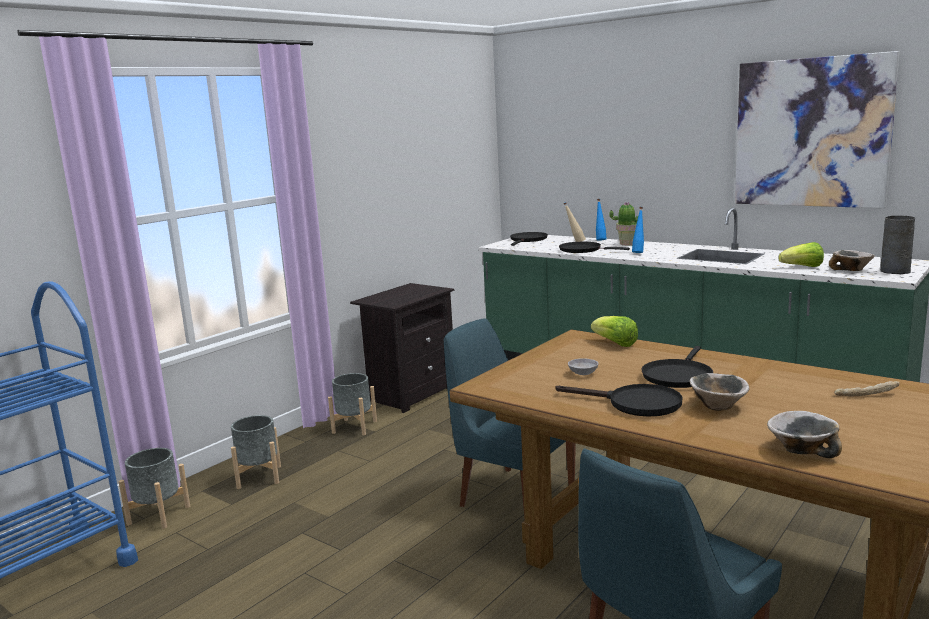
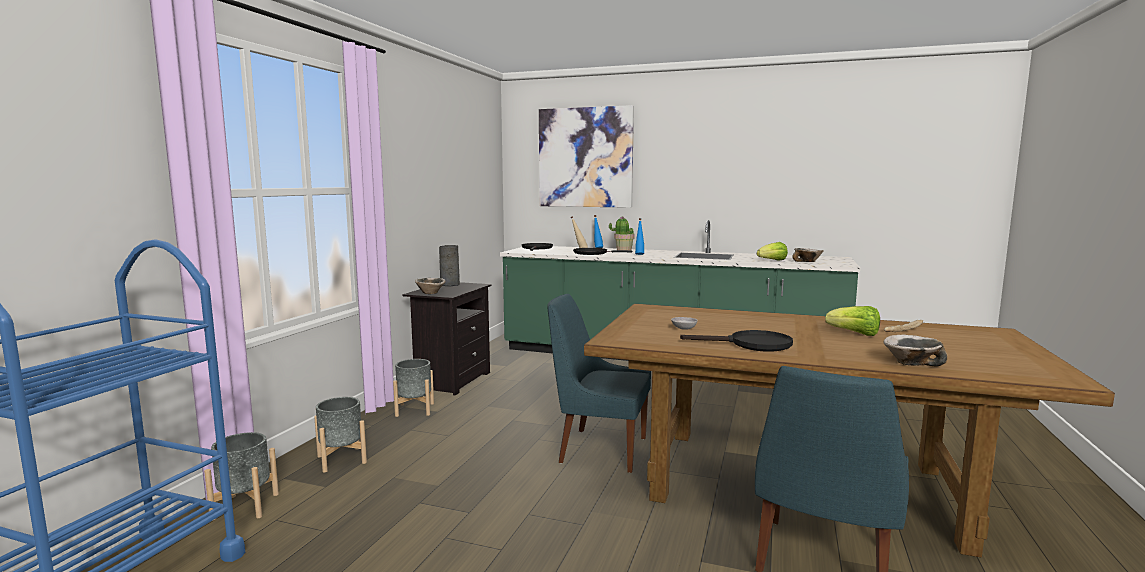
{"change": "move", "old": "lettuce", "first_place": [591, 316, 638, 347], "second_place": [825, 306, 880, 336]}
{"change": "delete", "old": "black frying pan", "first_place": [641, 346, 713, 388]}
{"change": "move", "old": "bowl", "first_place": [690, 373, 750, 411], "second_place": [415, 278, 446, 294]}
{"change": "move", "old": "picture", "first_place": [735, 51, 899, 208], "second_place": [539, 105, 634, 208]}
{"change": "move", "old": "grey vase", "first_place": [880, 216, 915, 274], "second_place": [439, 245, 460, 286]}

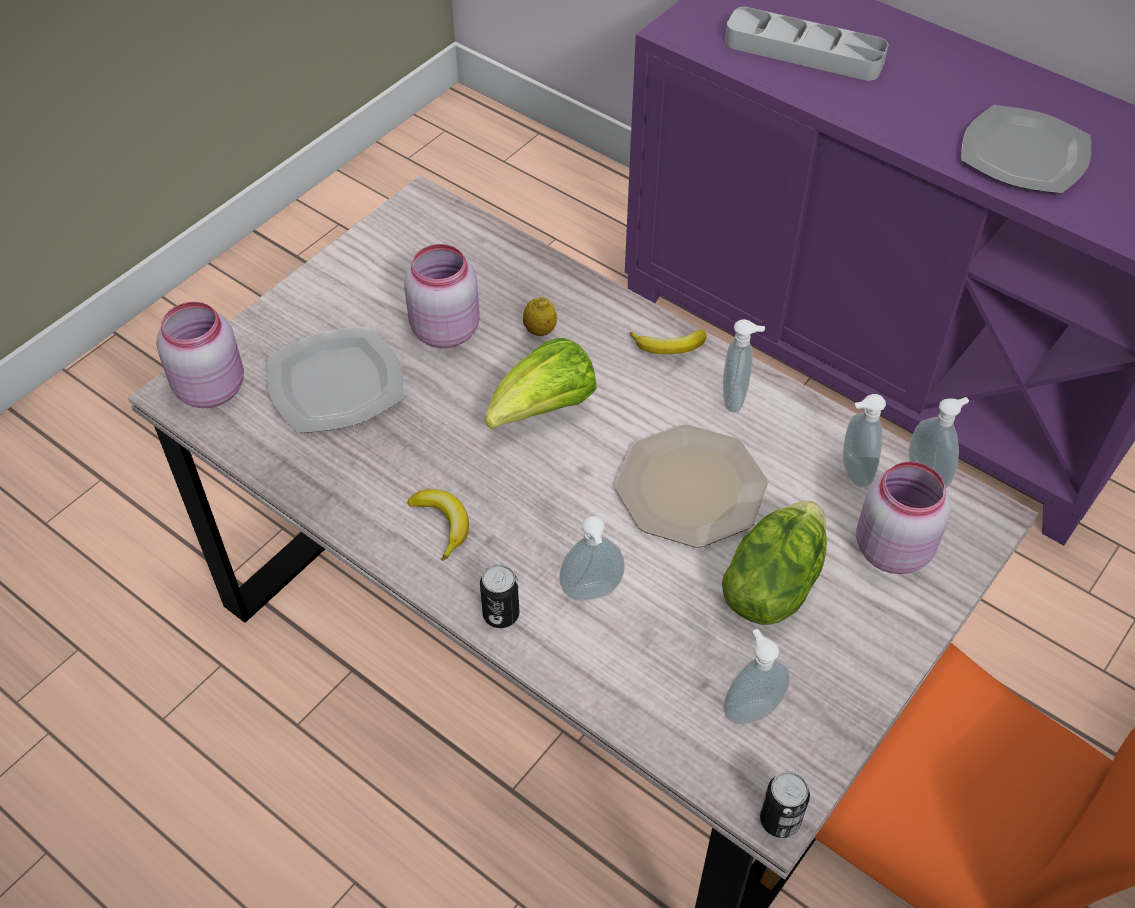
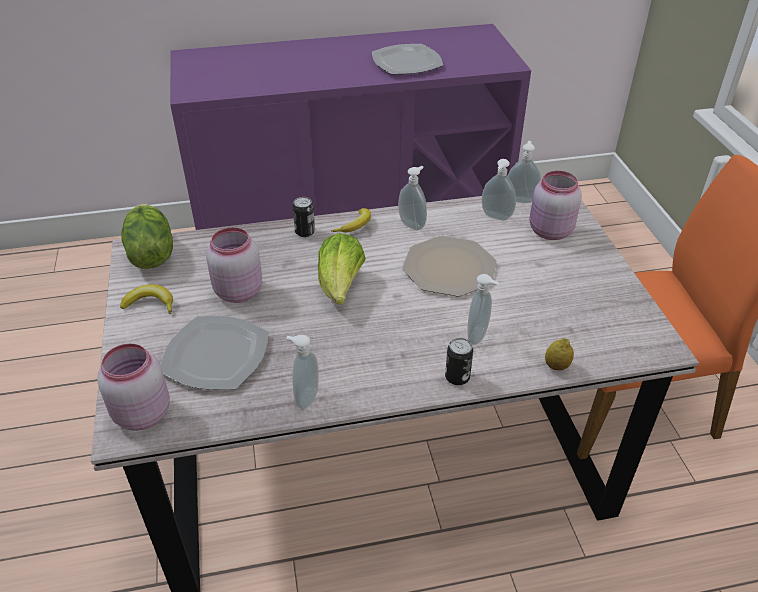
{"change": "move", "old": "banana", "first_place": [407, 489, 469, 561], "second_place": [120, 284, 173, 314]}
{"change": "move", "old": "lemon", "first_place": [523, 297, 557, 336], "second_place": [545, 338, 574, 370]}
{"change": "move", "old": "lettuce", "first_place": [722, 501, 827, 625], "second_place": [121, 204, 173, 269]}
{"change": "move", "old": "soap dispenser", "first_place": [723, 629, 790, 724], "second_place": [286, 335, 319, 409]}
{"change": "delete", "old": "grey tray", "first_place": [725, 7, 888, 81]}
{"change": "move", "old": "can", "first_place": [760, 772, 810, 838], "second_place": [293, 197, 315, 237]}

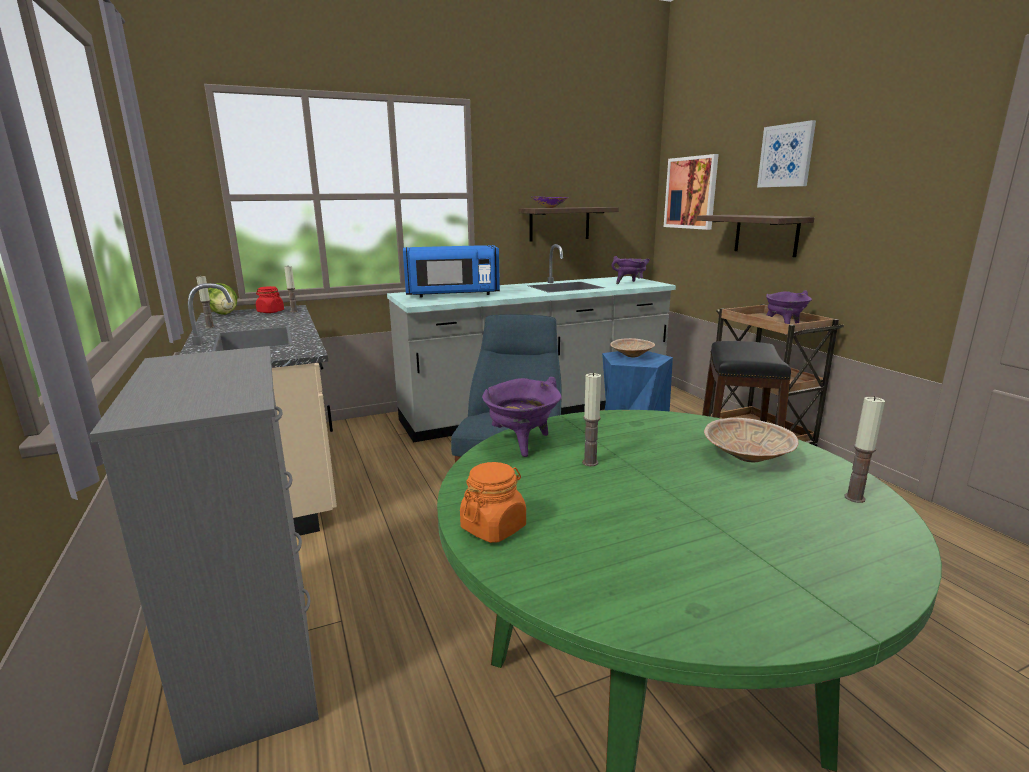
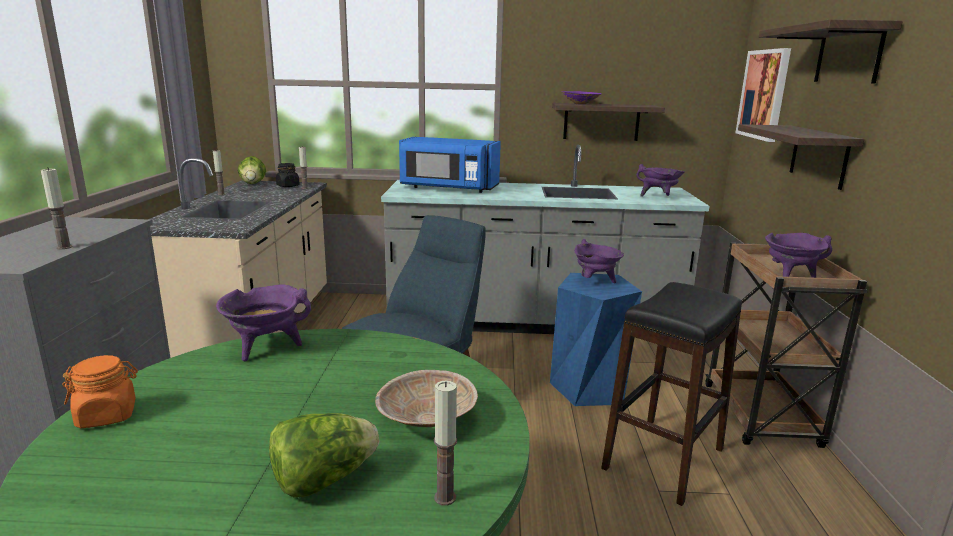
{"change": "recolor", "old": "red jar", "new": "black jar", "first_place": [256, 286, 284, 313], "second_place": [276, 163, 300, 187]}
{"change": "move", "old": "candle", "first_place": [582, 372, 601, 466], "second_place": [41, 167, 73, 249]}
{"change": "replace", "old": "beige bowl", "new": "purple cooking pot", "first_place": [610, 338, 655, 357], "second_place": [575, 239, 624, 283]}
{"change": "replace", "old": "picture", "new": "shelf", "first_place": [757, 120, 816, 187], "second_place": [759, 19, 903, 84]}
{"change": "insert", "new": "lettuce", "second_place": [269, 413, 379, 498]}

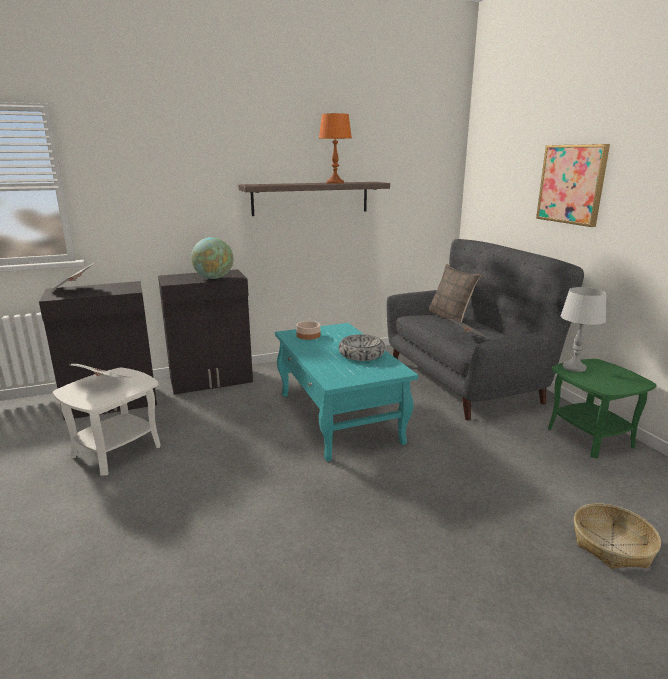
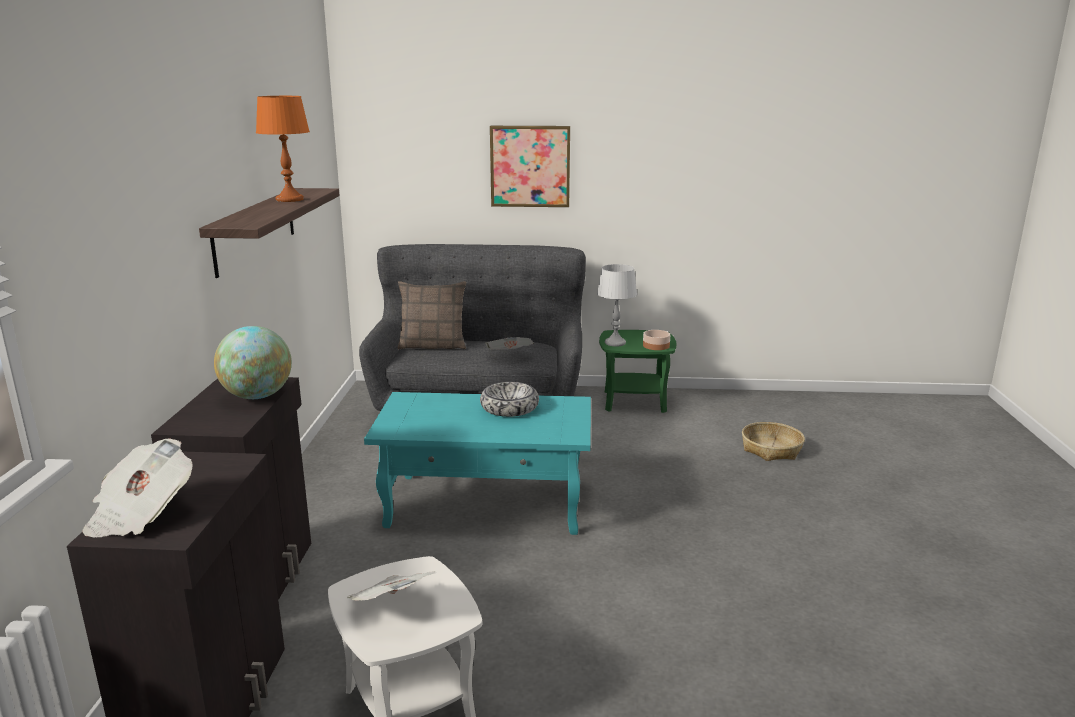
{"change": "move", "old": "bowl", "first_place": [296, 321, 320, 340], "second_place": [643, 330, 670, 350]}

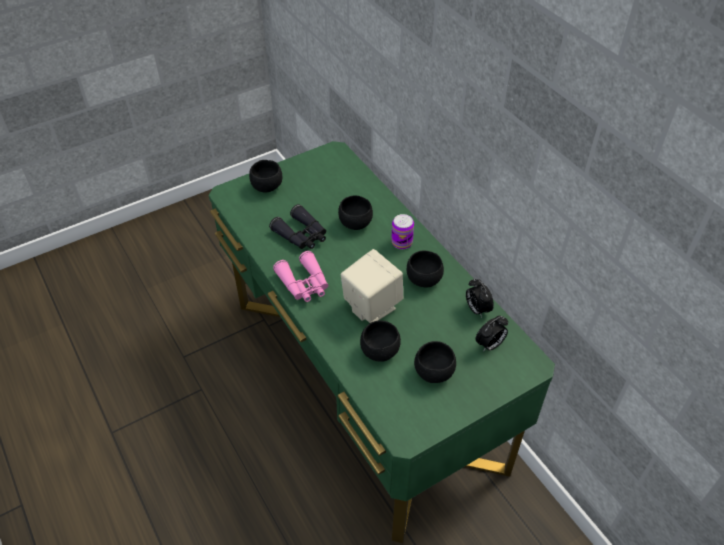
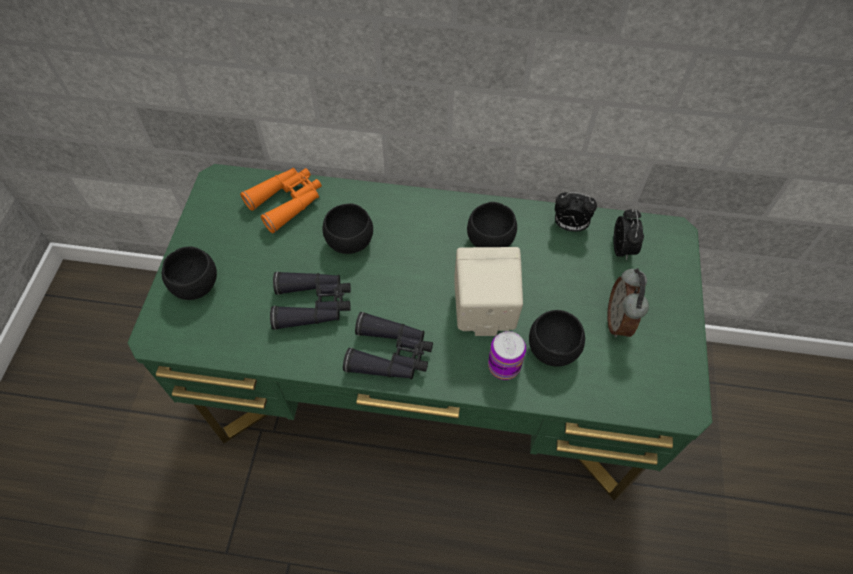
{"change": "recolor", "old": "pink binoculars", "new": "black binoculars", "first_place": [273, 251, 328, 302], "second_place": [343, 312, 433, 379]}
{"change": "move", "old": "can", "first_place": [391, 214, 414, 249], "second_place": [488, 331, 526, 380]}
{"change": "replace", "old": "black bowl", "new": "alarm clock", "first_place": [414, 341, 456, 383], "second_place": [607, 268, 649, 337]}
{"change": "insert", "new": "orange binoculars", "second_place": [240, 168, 322, 233]}

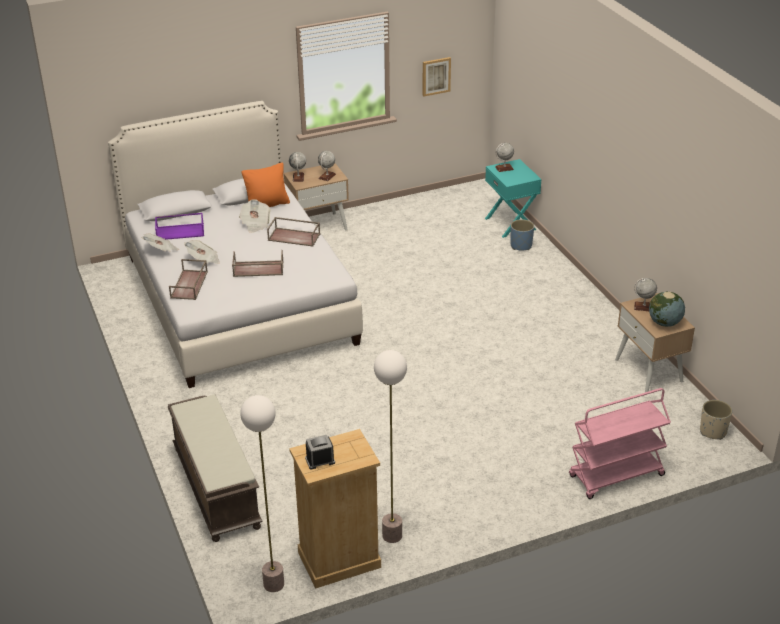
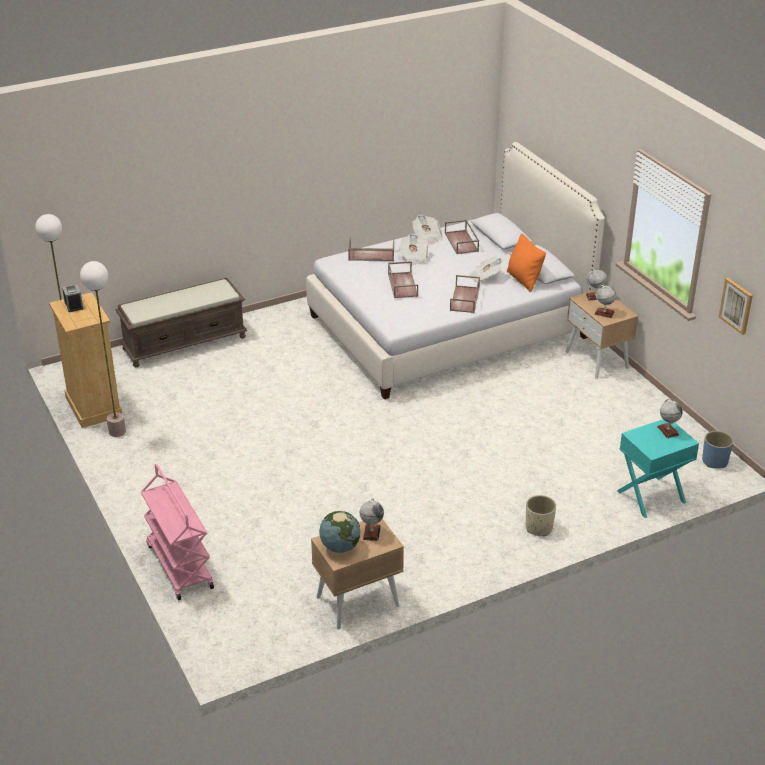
{"change": "recolor", "old": "purple tray", "new": "brown tray", "first_place": [155, 213, 204, 240], "second_place": [445, 220, 479, 254]}
{"change": "move", "old": "blue planter", "first_place": [511, 219, 534, 251], "second_place": [702, 431, 734, 469]}
{"change": "move", "old": "beige planter", "first_place": [700, 400, 732, 440], "second_place": [526, 495, 556, 536]}

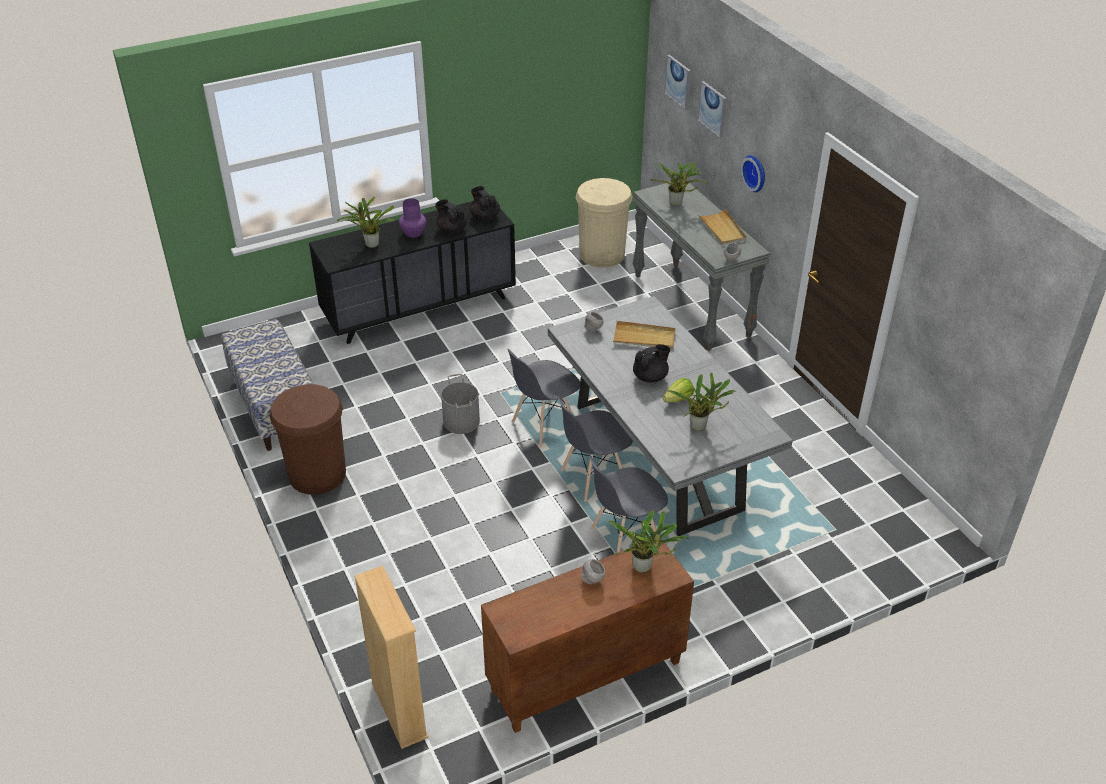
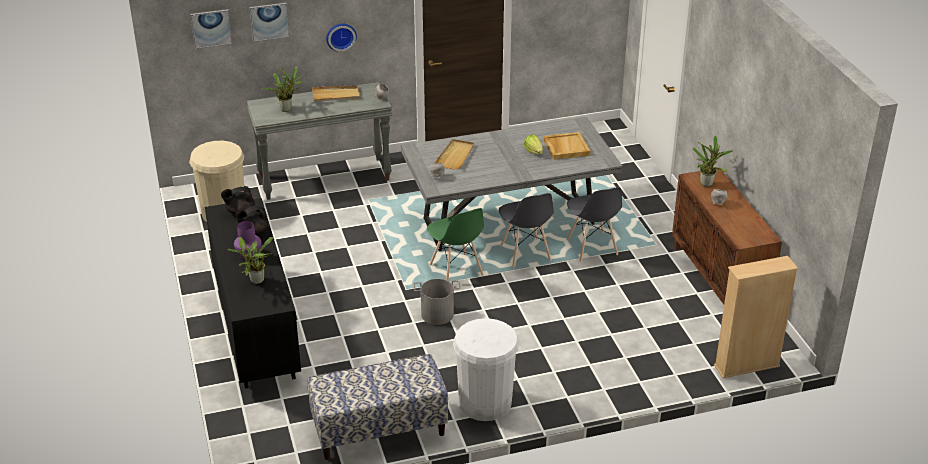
{"change": "recolor", "old": "brown trash can", "new": "white trash can", "first_place": [270, 384, 346, 495], "second_place": [453, 318, 519, 421]}
{"change": "recolor", "old": "grey chair", "new": "green chair", "first_place": [507, 349, 580, 448], "second_place": [427, 208, 484, 281]}
{"change": "delete", "old": "black teapot", "first_place": [633, 344, 671, 383]}
{"change": "replace", "old": "potted plant", "new": "beige tray", "first_place": [667, 373, 735, 431], "second_place": [544, 132, 590, 160]}

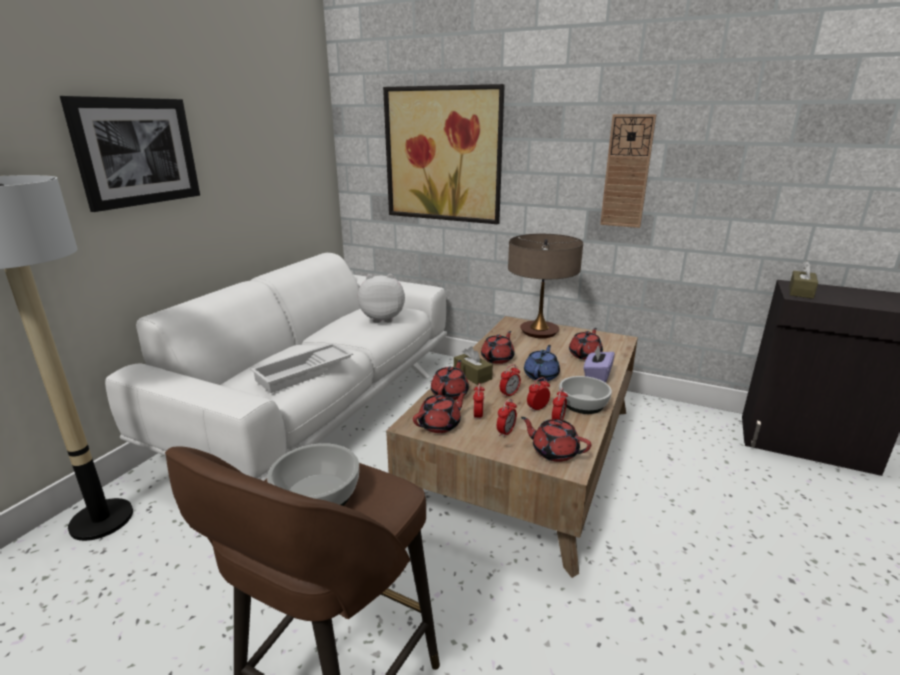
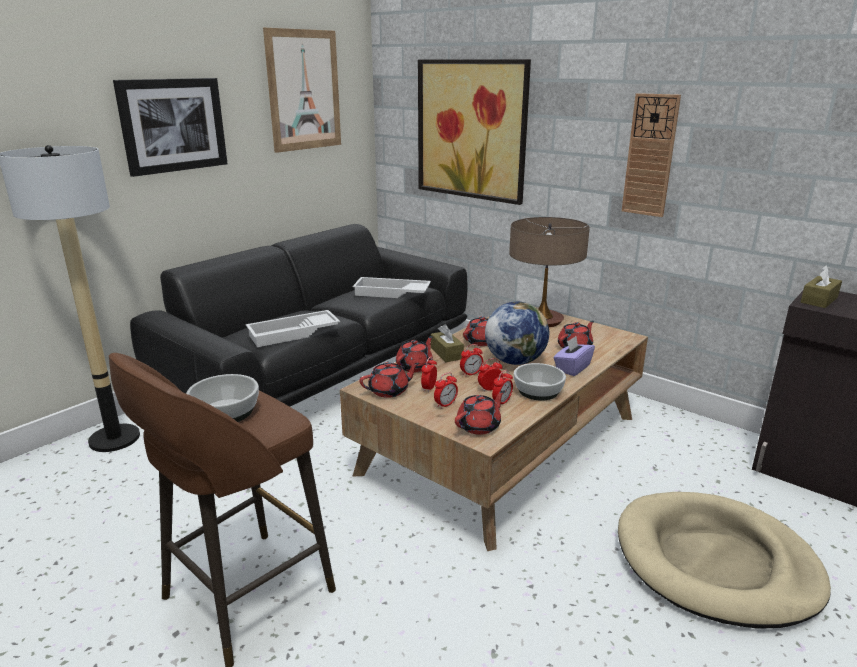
{"change": "recolor", "old": "white sofa", "new": "black sofa", "first_place": [105, 253, 447, 481], "second_place": [130, 224, 467, 407]}
{"change": "replace", "old": "plush toy", "new": "white tray", "first_place": [358, 274, 405, 323], "second_place": [353, 277, 431, 298]}
{"change": "rotate", "old": "red teapot", "first_place": [521, 417, 591, 462], "second_place": [455, 390, 505, 435], "degrees": 90}
{"change": "replace", "old": "blue teapot", "new": "globe", "first_place": [524, 345, 560, 381], "second_place": [485, 302, 549, 365]}
{"change": "insert", "new": "picture", "second_place": [263, 28, 341, 153]}
{"change": "insert", "new": "beige dog bed", "second_place": [618, 492, 831, 629]}

